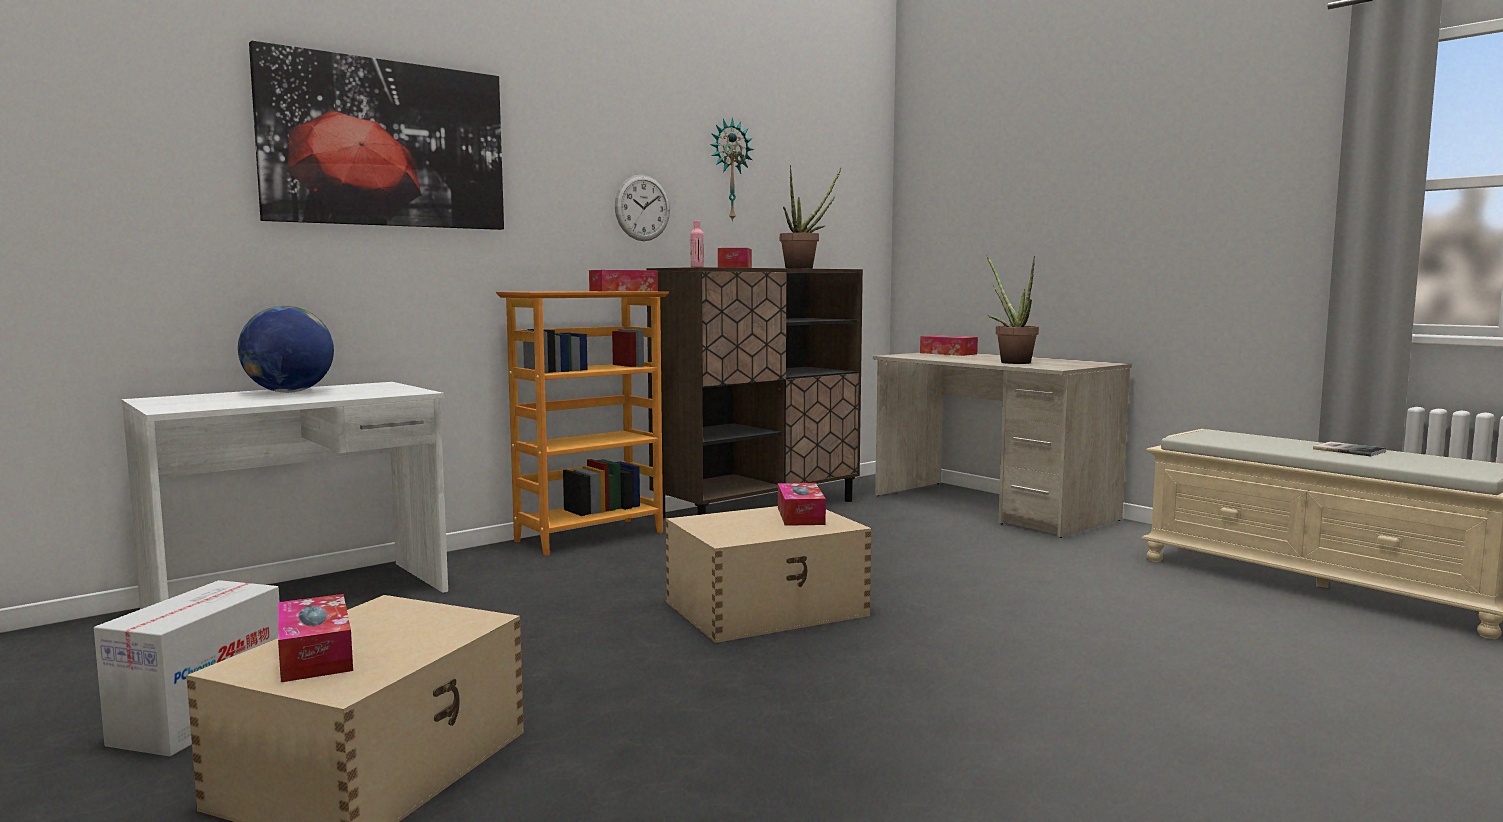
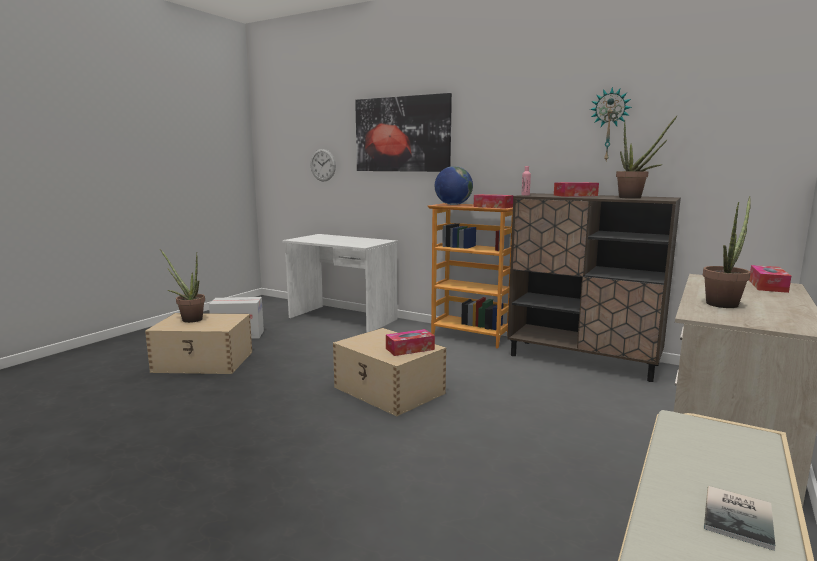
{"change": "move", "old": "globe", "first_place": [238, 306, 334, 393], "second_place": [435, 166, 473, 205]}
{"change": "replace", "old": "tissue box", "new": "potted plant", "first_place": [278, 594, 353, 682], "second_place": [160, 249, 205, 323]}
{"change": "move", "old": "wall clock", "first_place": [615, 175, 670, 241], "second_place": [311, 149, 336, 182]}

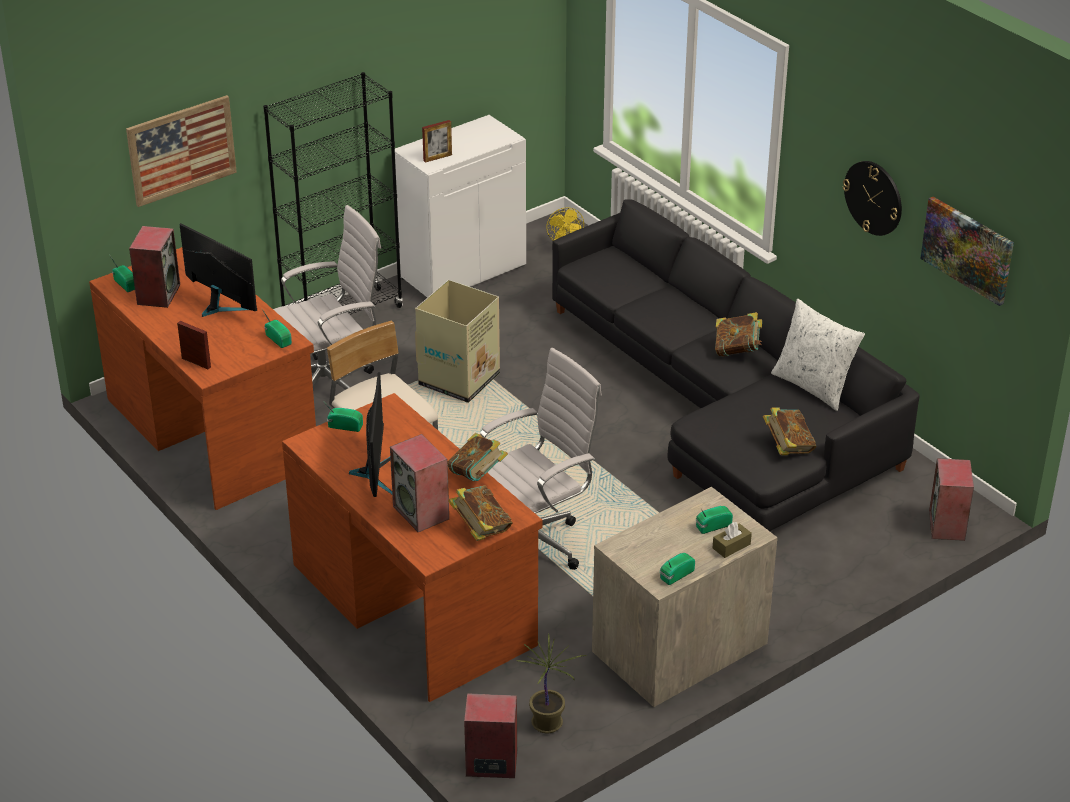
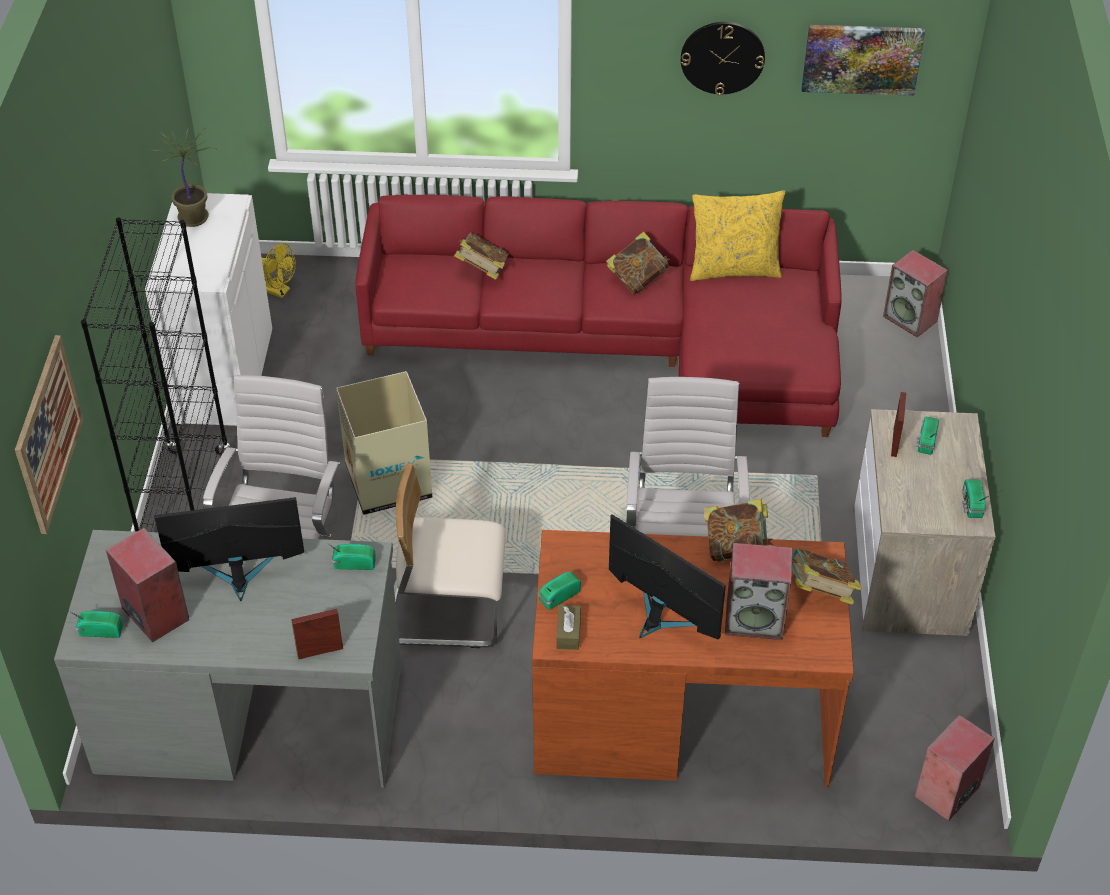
{"change": "recolor", "old": "brown desk", "new": "grey desk", "first_place": [89, 247, 316, 510], "second_place": [54, 530, 402, 788]}
{"change": "move", "old": "picture frame", "first_place": [422, 120, 452, 163], "second_place": [891, 392, 906, 457]}
{"change": "move", "old": "potted plant", "first_place": [516, 634, 587, 734], "second_place": [149, 128, 217, 227]}
{"change": "recolor", "old": "black sofa", "new": "red sofa", "first_place": [552, 199, 920, 531], "second_place": [355, 195, 842, 437]}
{"change": "move", "old": "brown tissue box", "first_place": [713, 522, 752, 558], "second_place": [557, 605, 581, 650]}
{"change": "move", "old": "book", "first_place": [763, 407, 816, 455], "second_place": [454, 232, 509, 280]}
{"change": "recolor", "old": "white pillow", "new": "yellow pillow", "first_place": [771, 299, 865, 411], "second_place": [690, 190, 785, 281]}

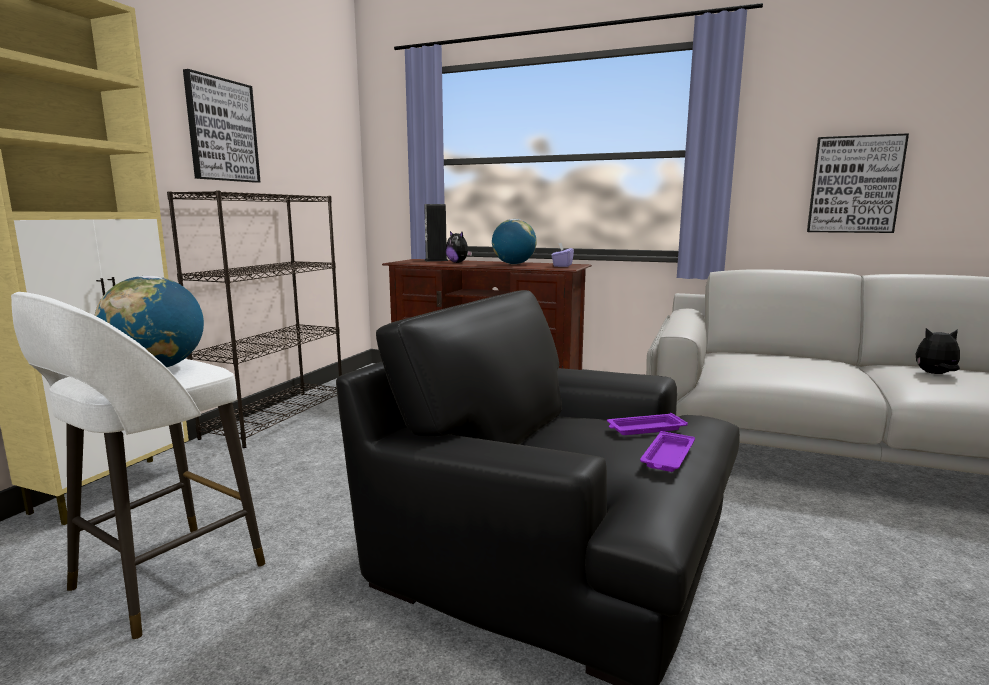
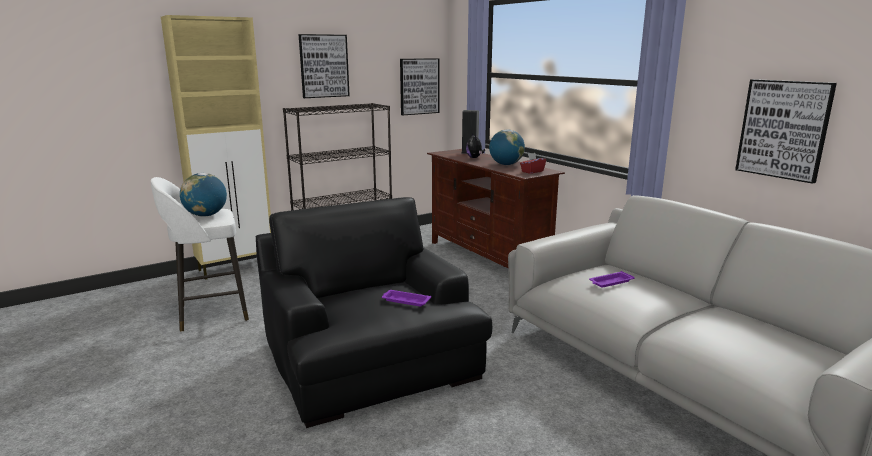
{"change": "recolor", "old": "purple tissue box", "new": "red tissue box", "first_place": [551, 242, 574, 267], "second_place": [520, 153, 546, 174]}
{"change": "move", "old": "purple tray", "first_place": [640, 431, 695, 472], "second_place": [589, 271, 635, 288]}
{"change": "delete", "old": "plush toy", "first_place": [916, 328, 960, 374]}
{"change": "insert", "new": "picture", "second_place": [400, 58, 439, 115]}

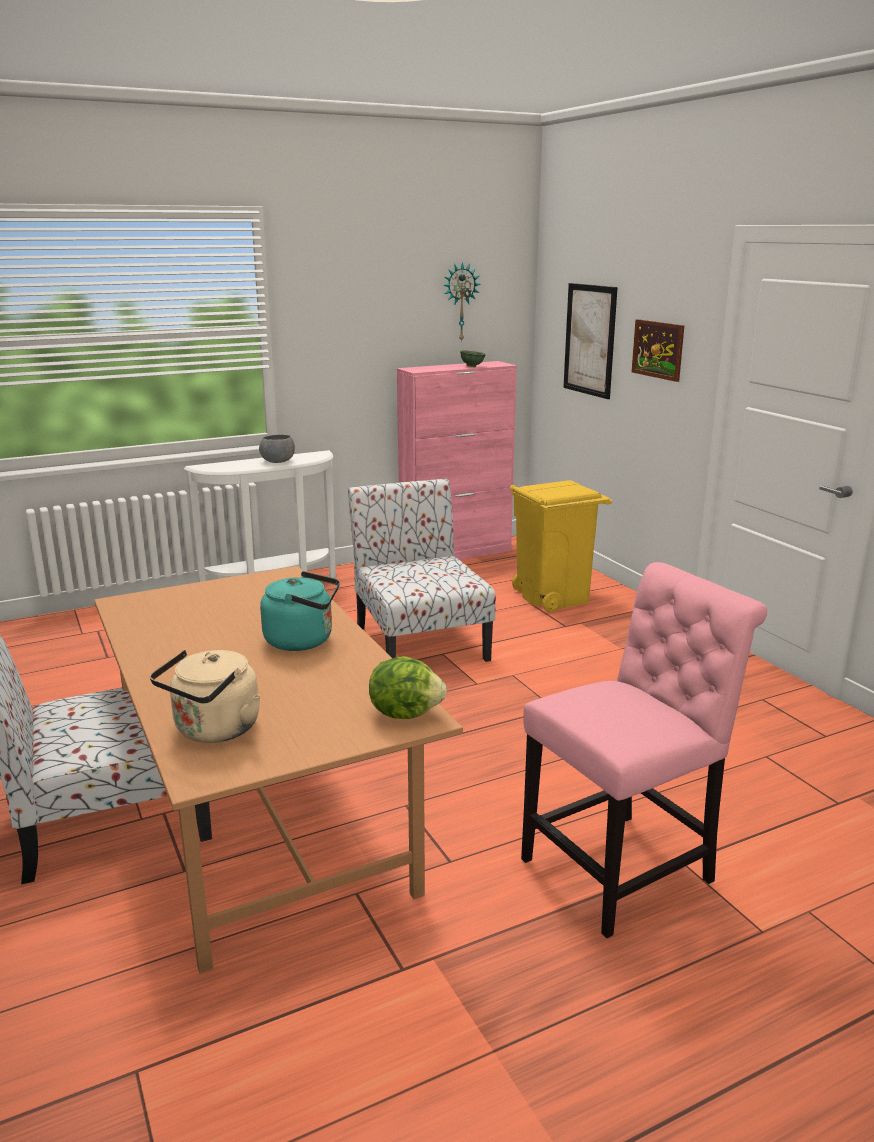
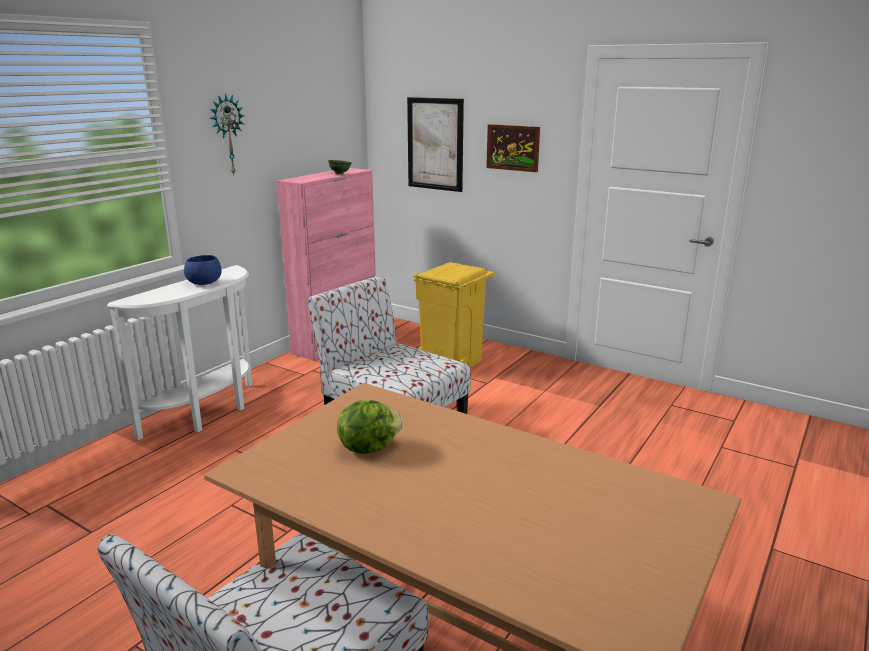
{"change": "delete", "old": "beige kettle", "first_place": [150, 650, 260, 743]}
{"change": "recolor", "old": "grey bowl", "new": "blue bowl", "first_place": [259, 434, 295, 463], "second_place": [184, 255, 222, 285]}
{"change": "delete", "old": "turquoise kettle", "first_place": [260, 571, 340, 651]}
{"change": "move", "old": "lettuce", "first_place": [369, 656, 447, 719], "second_place": [337, 400, 403, 454]}
{"change": "move", "old": "wall clock", "first_place": [443, 262, 481, 342], "second_place": [210, 93, 245, 175]}
{"change": "delete", "old": "pink chair", "first_place": [521, 562, 767, 938]}

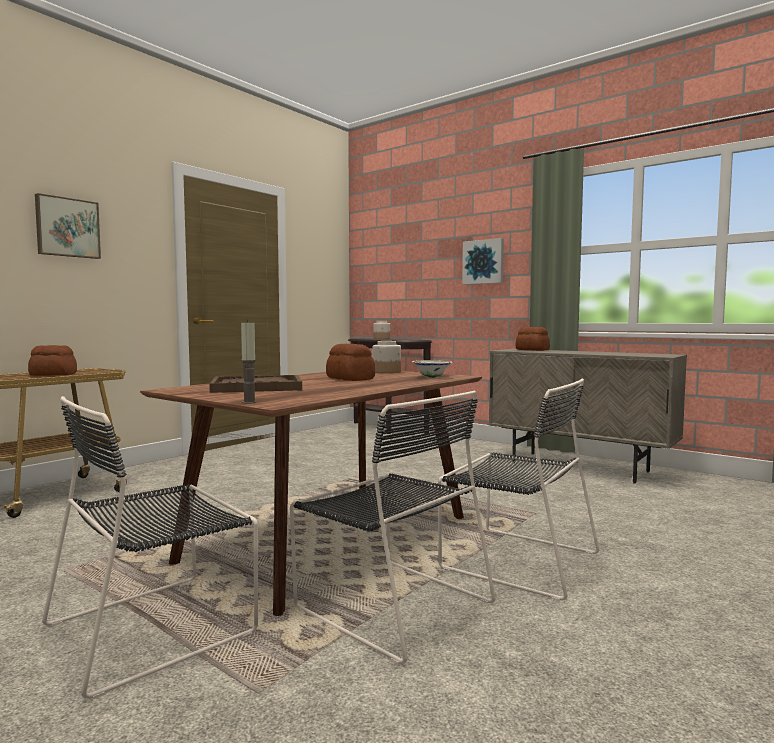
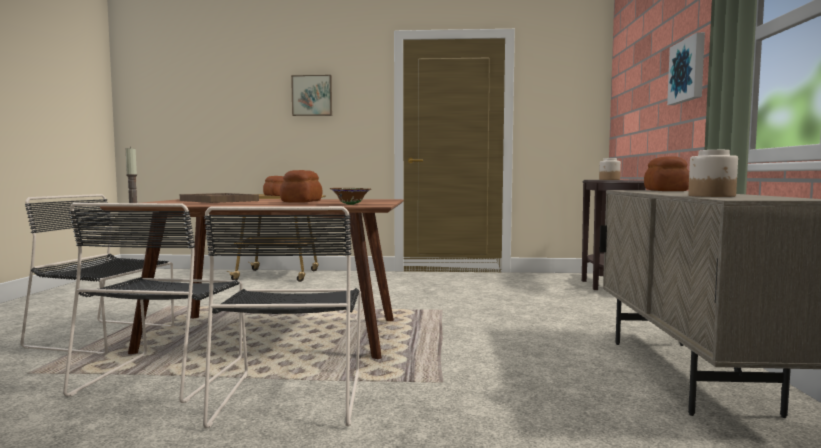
{"change": "move", "old": "jar", "first_place": [373, 341, 401, 374], "second_place": [688, 150, 738, 197]}
{"change": "recolor", "old": "white bowl", "new": "brown bowl", "first_place": [412, 360, 453, 378], "second_place": [330, 188, 371, 205]}

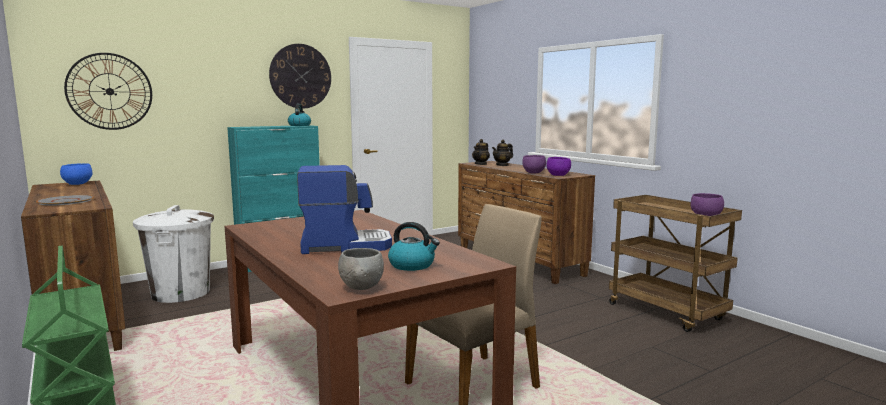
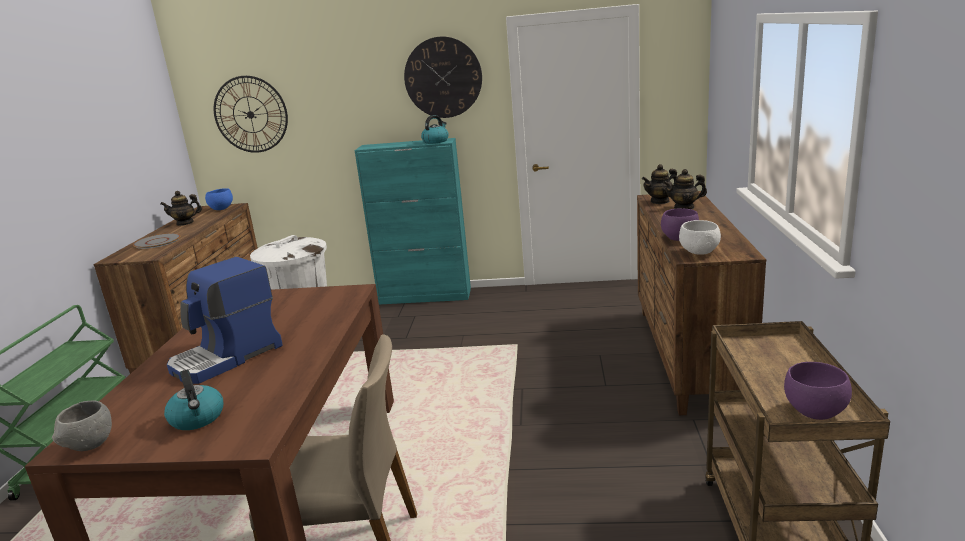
{"change": "rotate", "old": "coffee machine", "first_place": [297, 165, 392, 254], "second_place": [167, 257, 283, 384], "degrees": 105}
{"change": "recolor", "old": "purple bowl", "new": "white bowl", "first_place": [546, 157, 571, 176], "second_place": [679, 220, 721, 255]}
{"change": "insert", "new": "teapot", "second_place": [161, 191, 202, 226]}

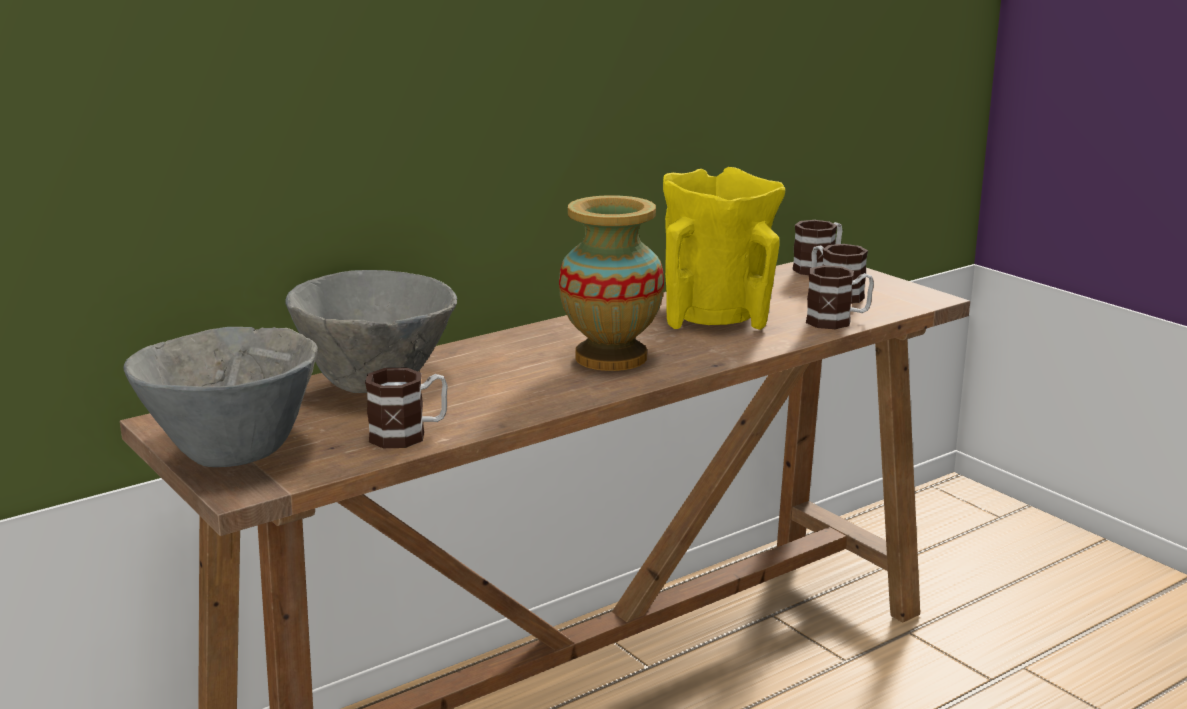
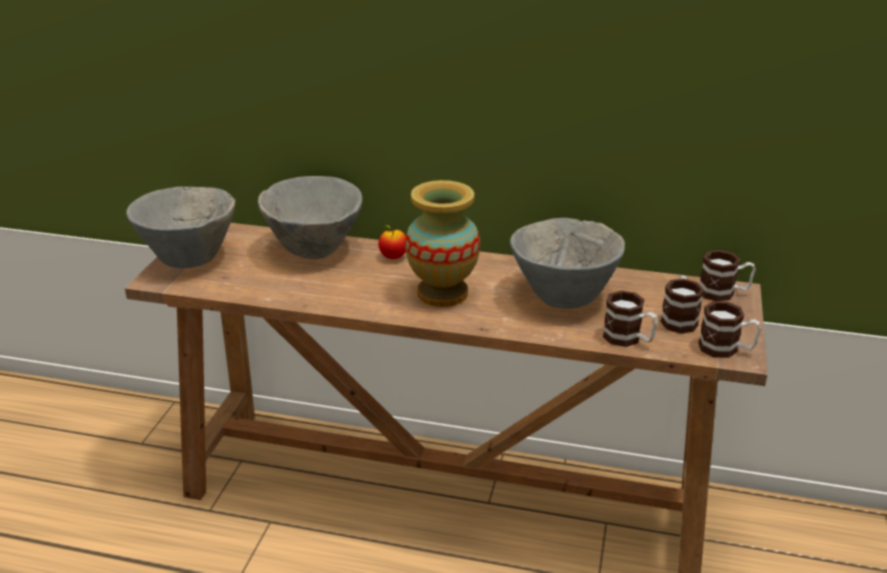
{"change": "move", "old": "mug", "first_place": [365, 368, 448, 448], "second_place": [698, 301, 761, 358]}
{"change": "replace", "old": "yellow vase", "new": "grey bowl", "first_place": [663, 167, 785, 330], "second_place": [510, 218, 625, 309]}
{"change": "insert", "new": "apple", "second_place": [378, 225, 406, 259]}

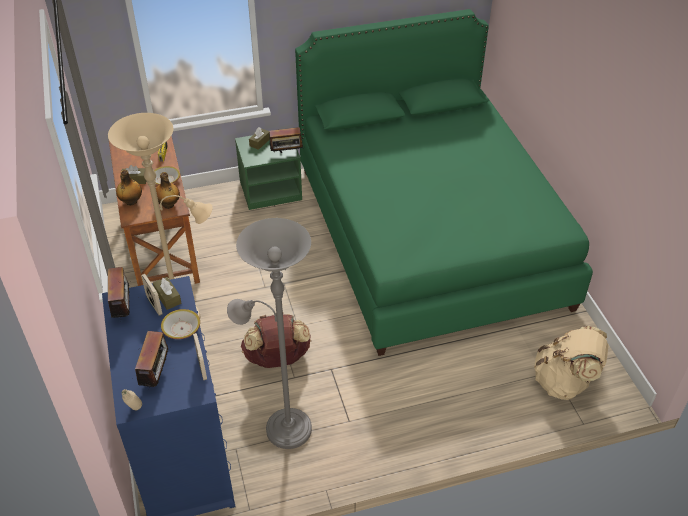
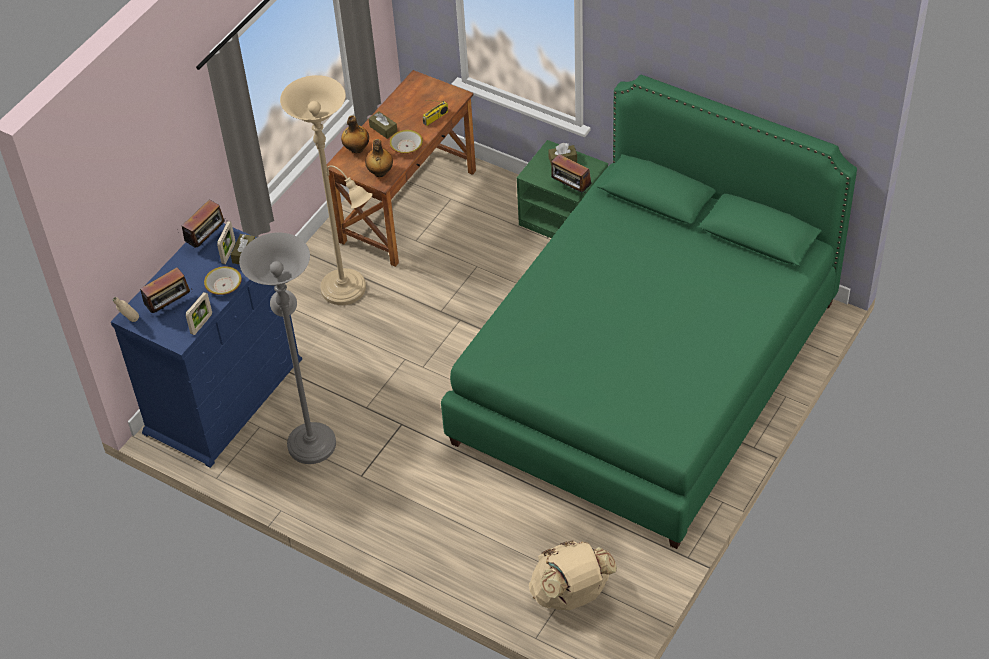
{"change": "delete", "old": "brown backpack", "first_place": [241, 314, 311, 368]}

